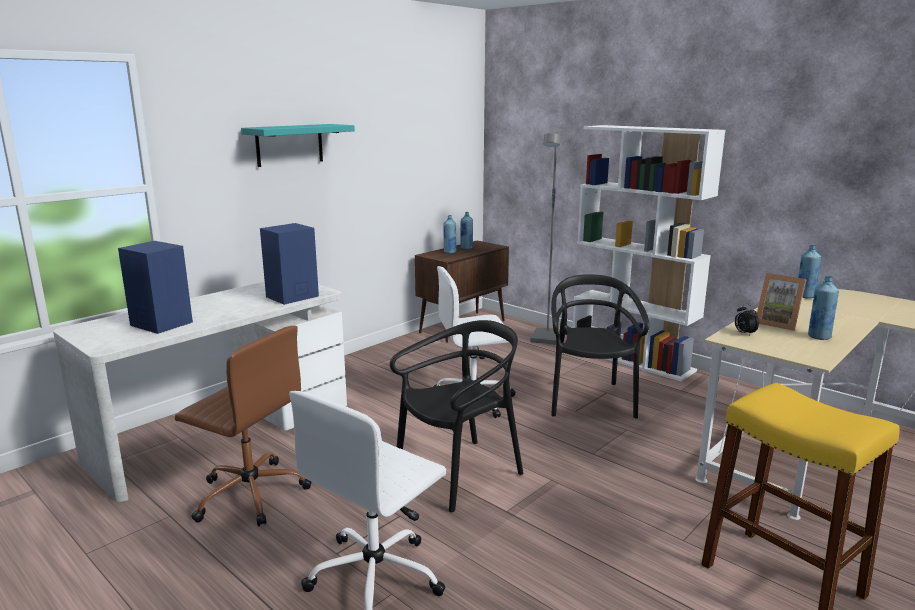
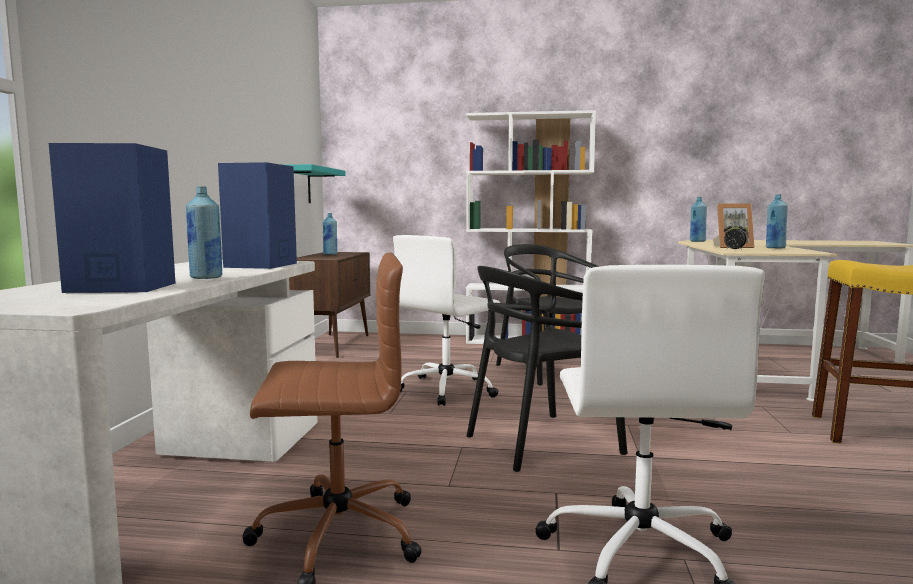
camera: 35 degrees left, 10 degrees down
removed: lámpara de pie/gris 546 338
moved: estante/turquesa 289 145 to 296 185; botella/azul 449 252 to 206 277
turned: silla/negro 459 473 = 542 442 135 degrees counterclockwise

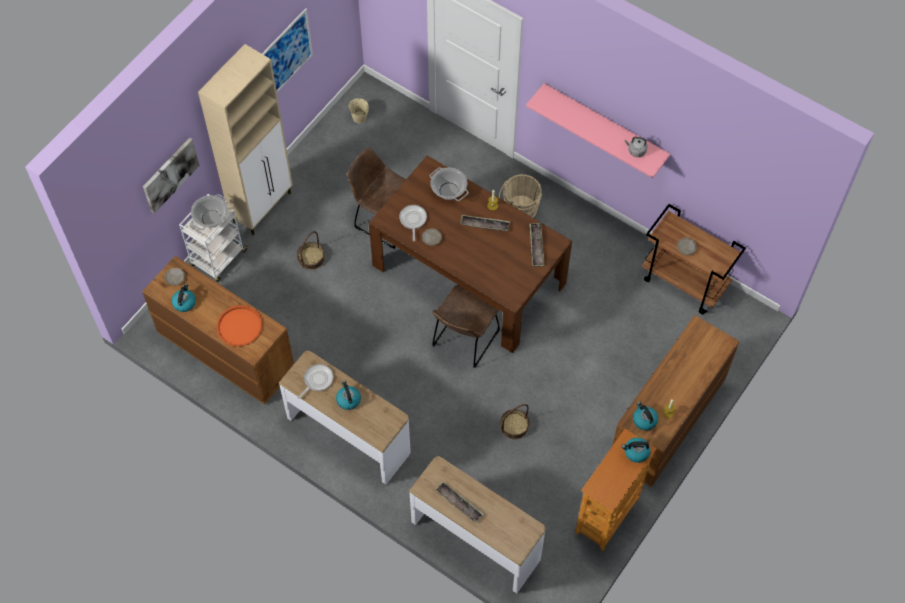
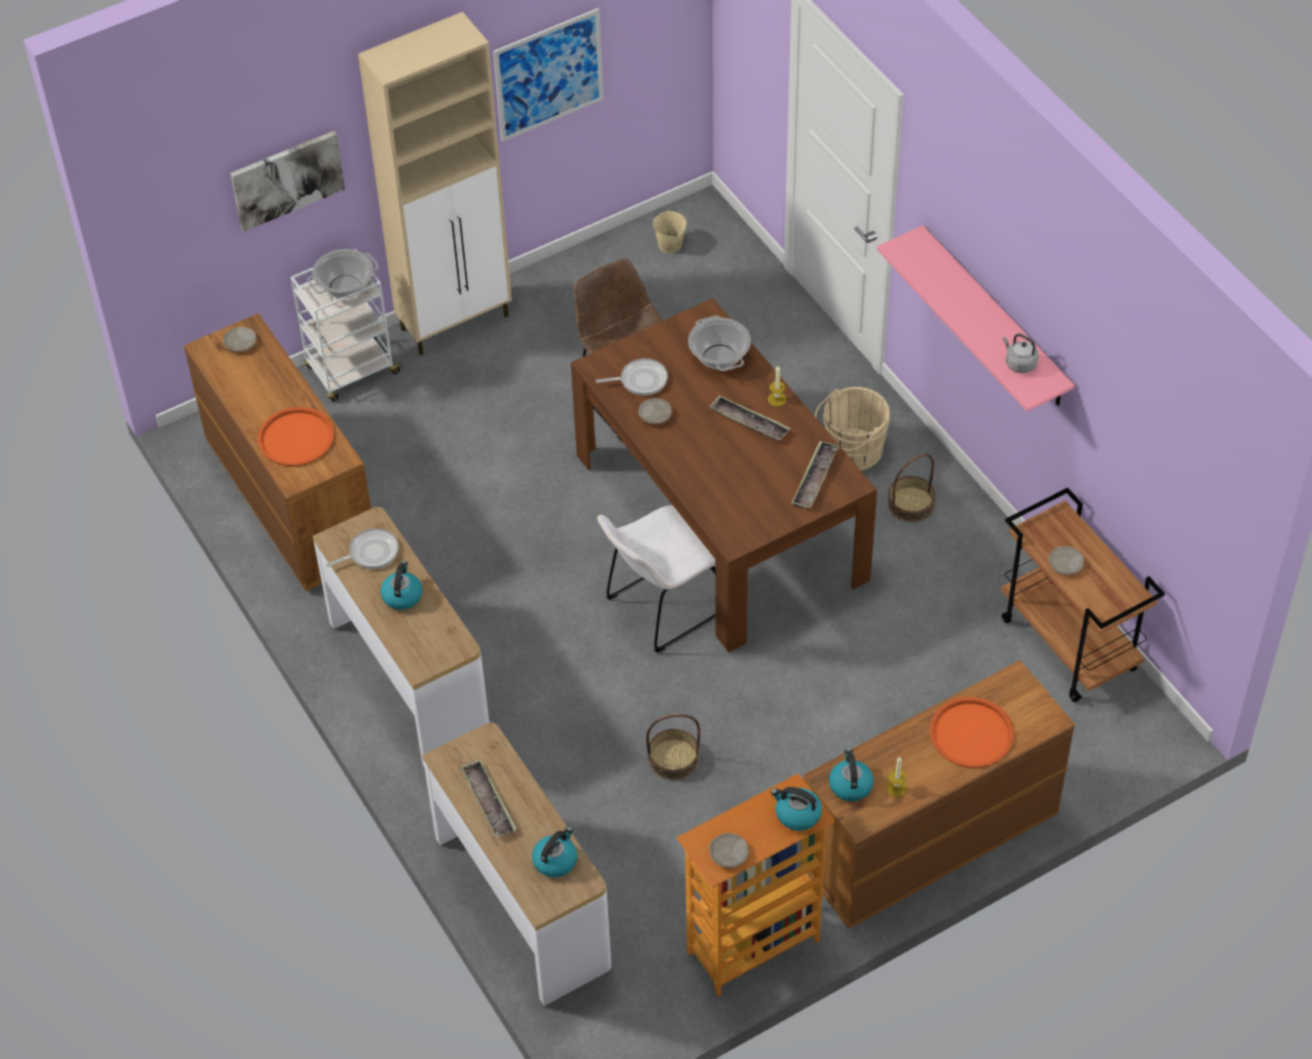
camera: 25 degrees right, 10 degrees down
added: plato/beis 729 855; bandeja/naranja 971 733
moved: hervidor 184 302 to 555 860; cesta 311 258 to 911 504
recoloured: silla/marrón 464 341 to silla/blanco 660 608
turned: sartén 413 220 = 640 380 60 degrees clockwise

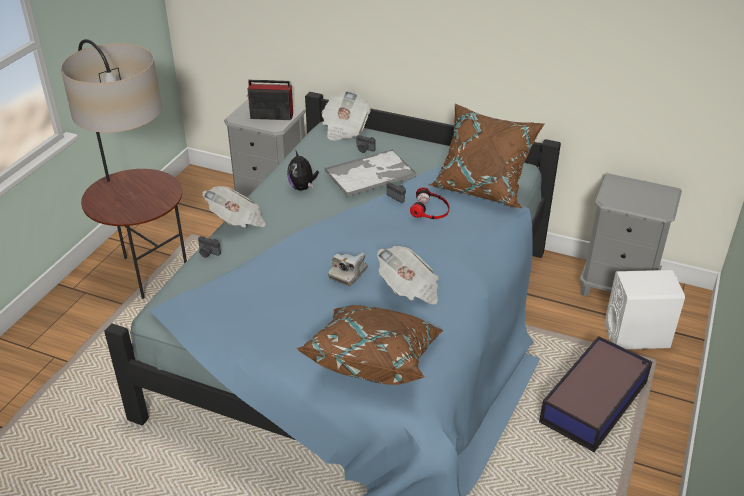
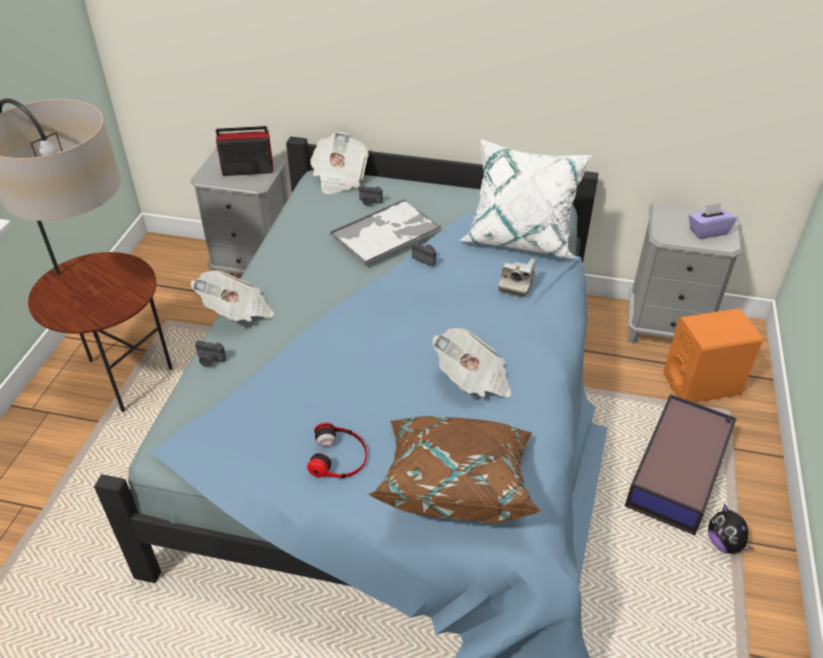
camera: 10 degrees left, 5 degrees up
added: caja de pañuelos/morado 707 231
moved: peluche 303 187 to 724 543; cámara 348 273 to 516 284; auriculares 430 209 to 339 456
recoloured: cojín/marrón 482 188 to cojín/blanco 521 237; altavoz/blanco 636 335 to altavoz/naranja 701 384

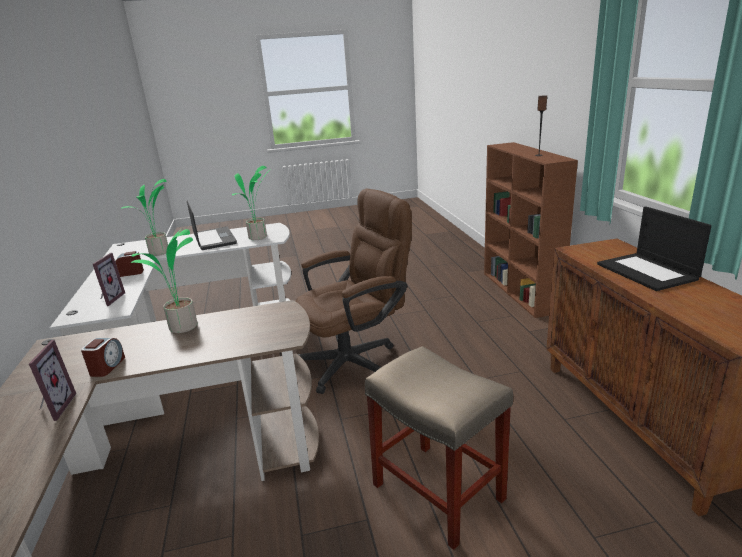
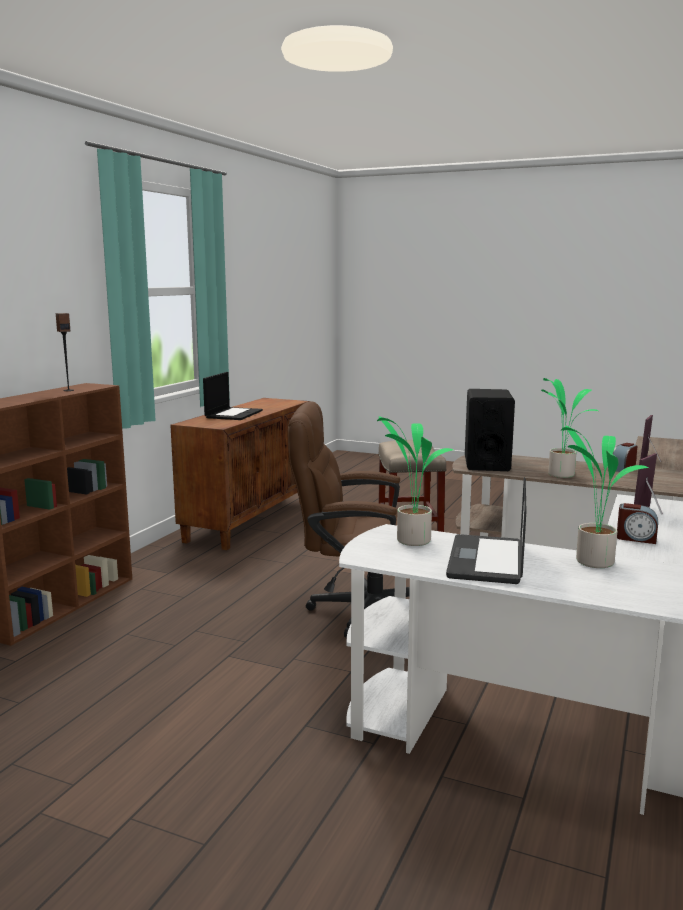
camera: 145 degrees left, 10 degrees down
added: altavoz/negro 486 463

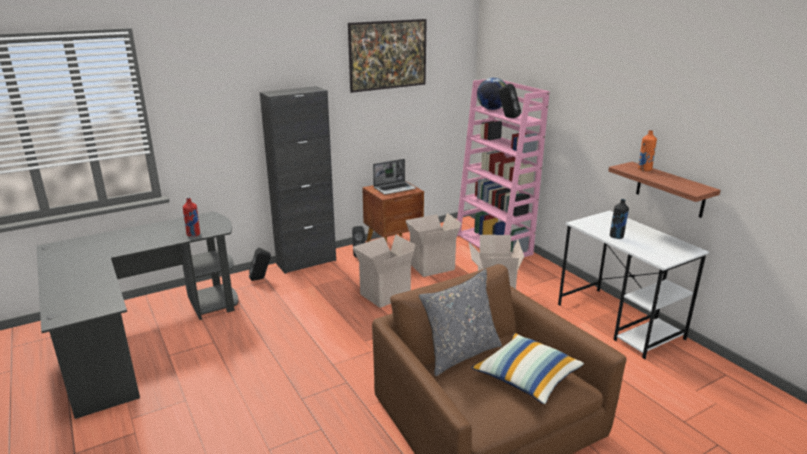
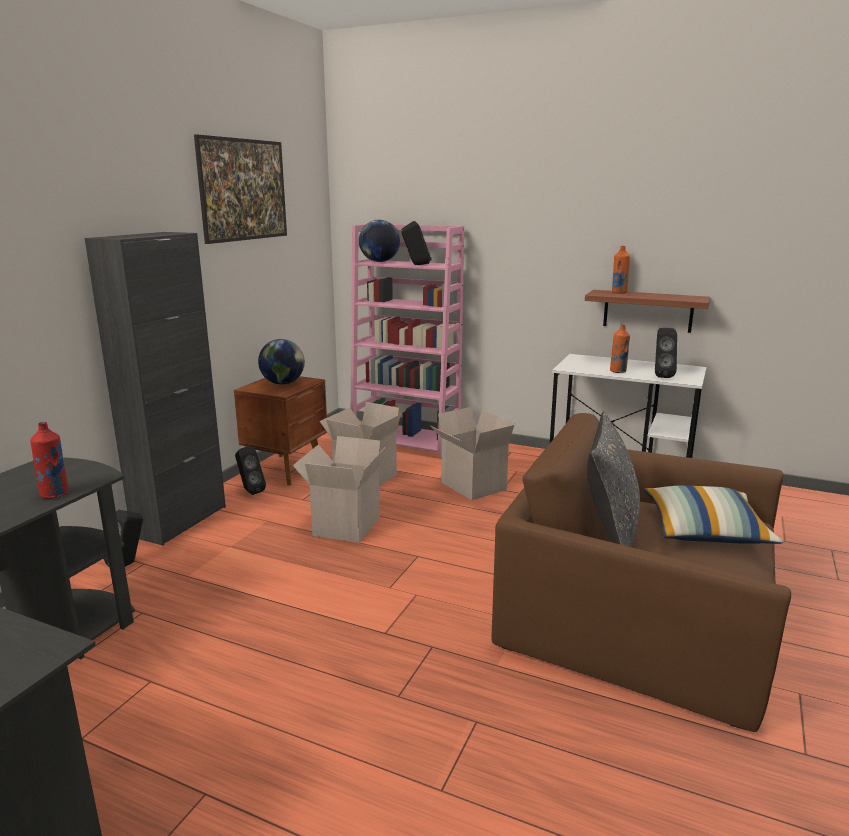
camera: 35 degrees left, 5 degrees down
added: altavoz/negro 661 376
replaced: portátil 395 188 to globo terráqueo 283 383
recoloured: botella/negro 616 237 to botella/naranja 618 371

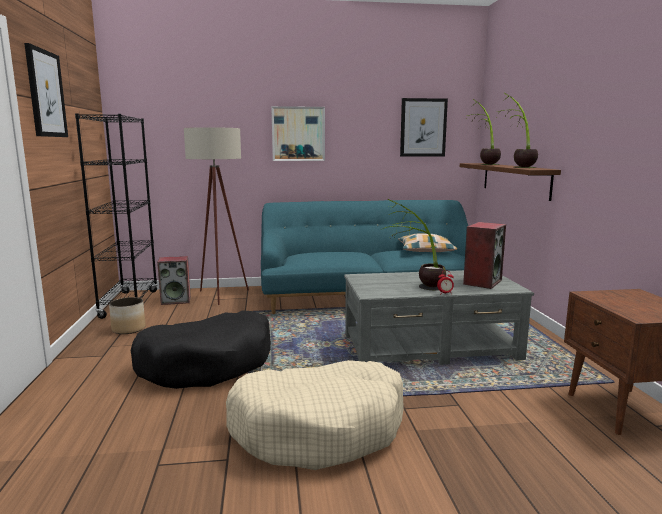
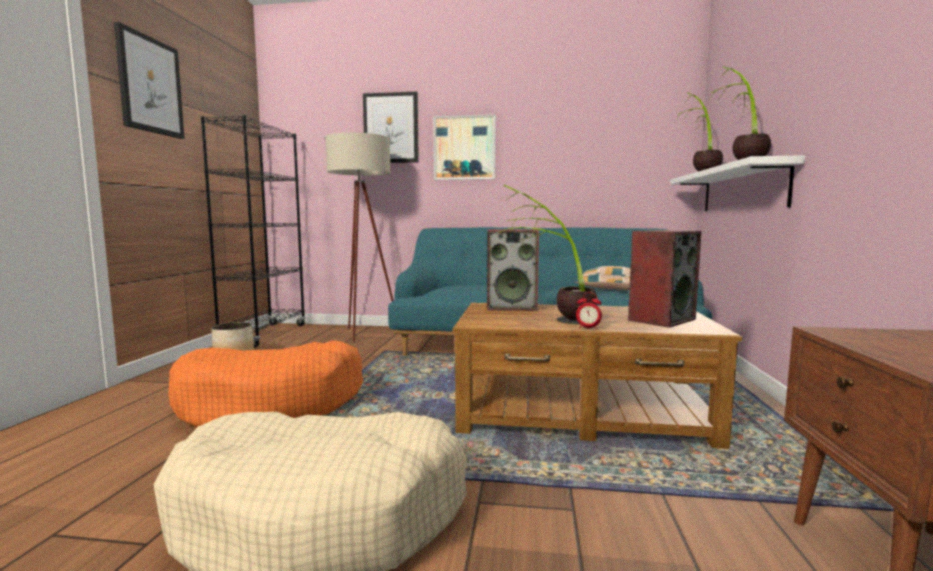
camera: 15 degrees right, 5 degrees down
moved: altavoz 176 300 to 512 307; cuadro 423 127 to 391 128
recoloured: cama para perro/negro 208 364 to cama para perro/naranja 272 404; mesa de centro/gris 430 347 to mesa de centro/marrón 581 414; estante/marrón 514 179 to estante/blanco 741 189

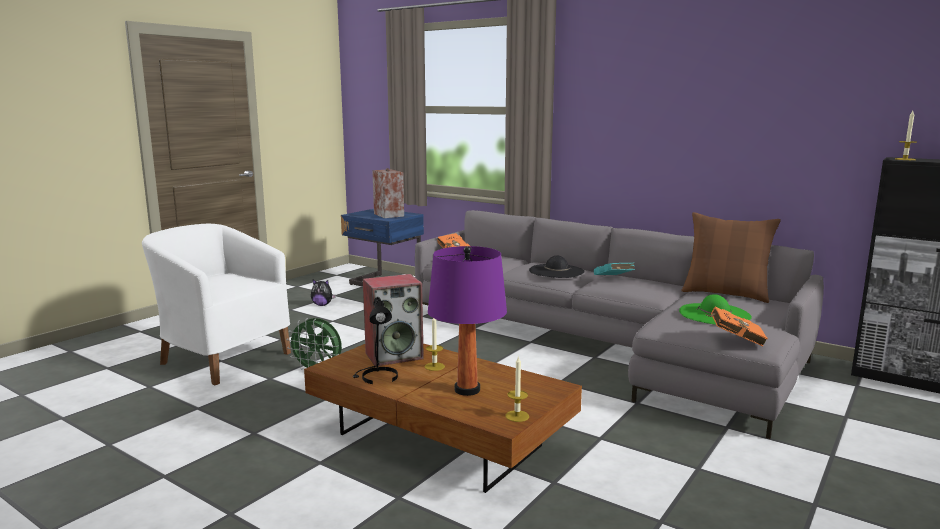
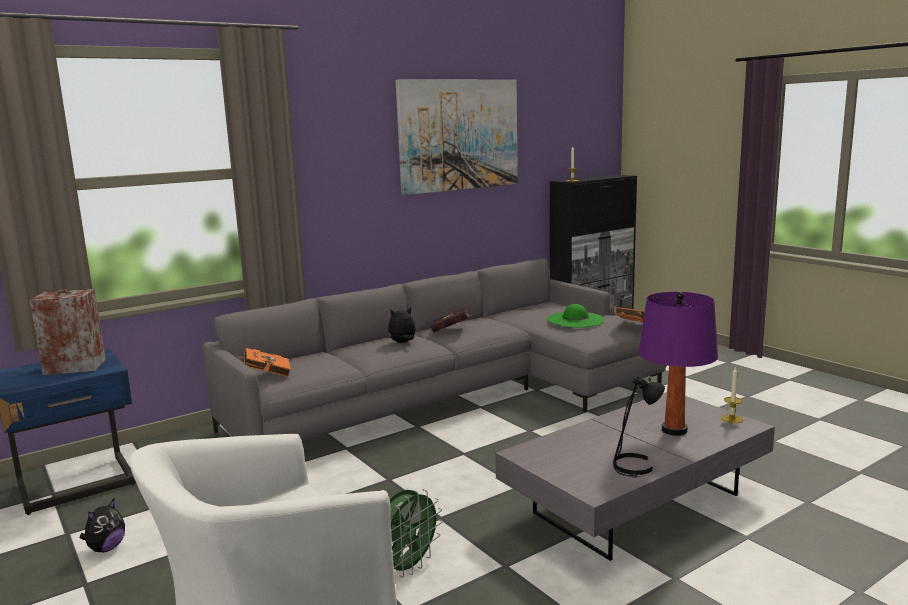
camera: 70 degrees left, 0 degrees up
removed: altavoz 394 355; vela 434 366; cojín/marrón 725 294
added: cuadro 459 135
replaced: sombrero/negro 556 271 to peluche 403 343
recoloured: mesa de centro/marrón 440 439 to mesa de centro/gris 636 503; libro/turquesa 613 280 to libro/rojo 452 330

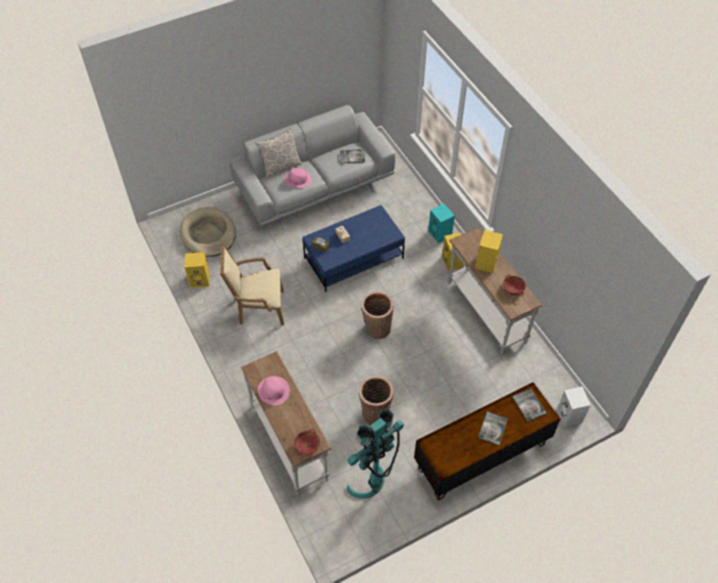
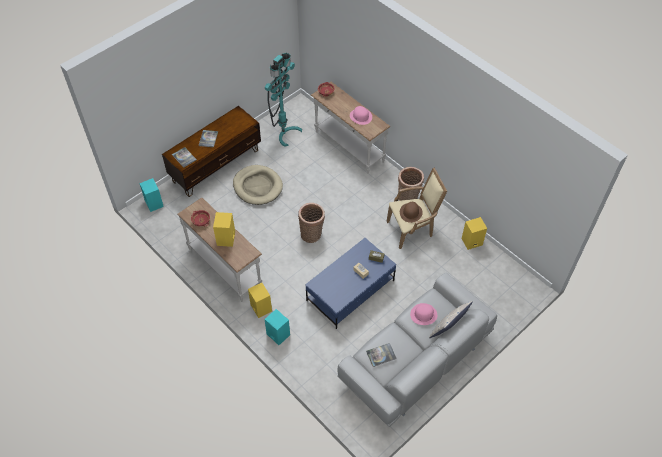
camera: 165 degrees right, 0 degrees up
added: sombrero/marrón 411 212
moved: cama para perro/beis 208 234 to 257 186; cesta 375 413 to 408 198
recoloured: altavoz/blanco 570 416 to altavoz/turquesa 153 203

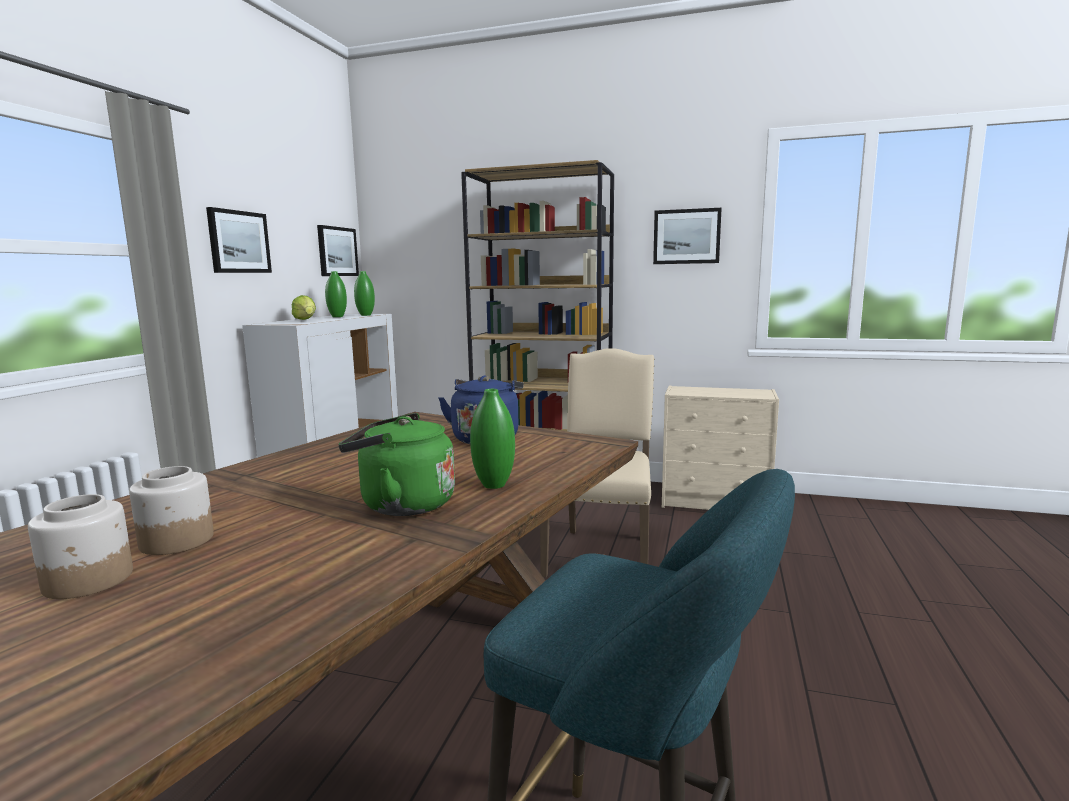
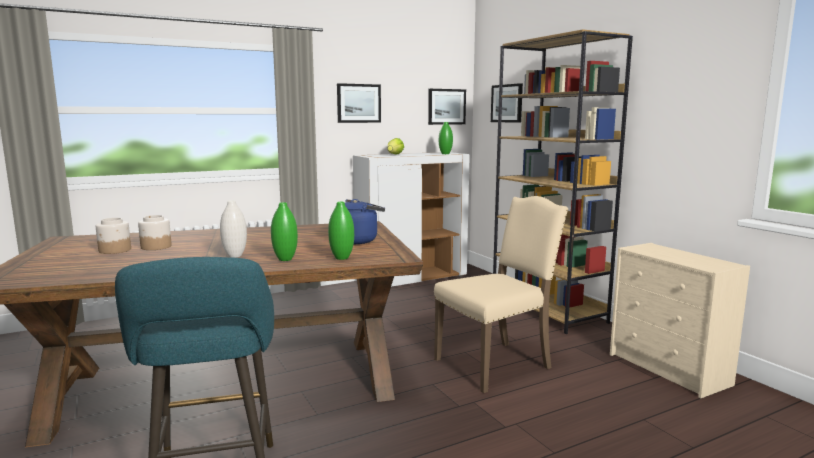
camera: 45 degrees right, 0 degrees up
moved: florero/verde 337 317 to 342 258; cuadro 686 236 to 507 103
replaced: hervidor/verde 401 505 to florero/blanco 235 256

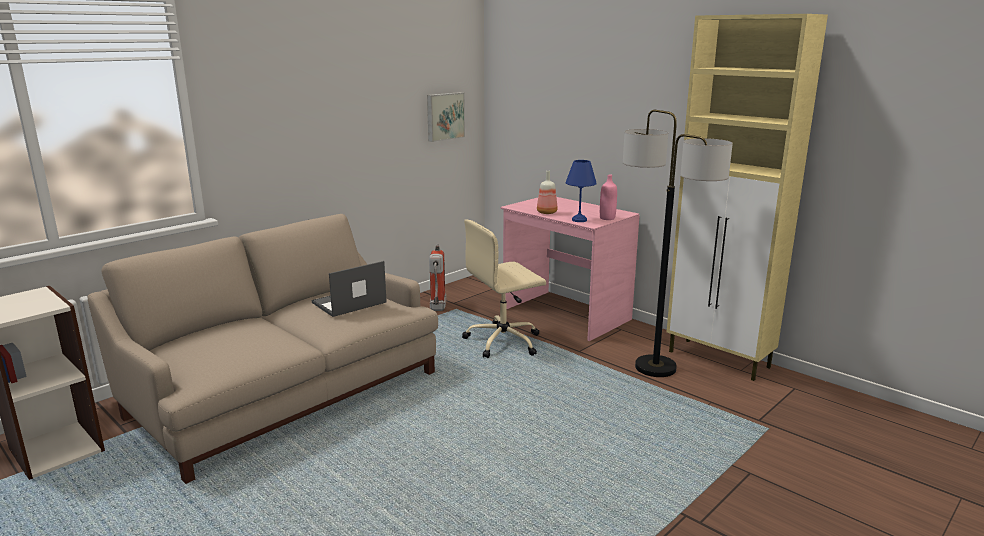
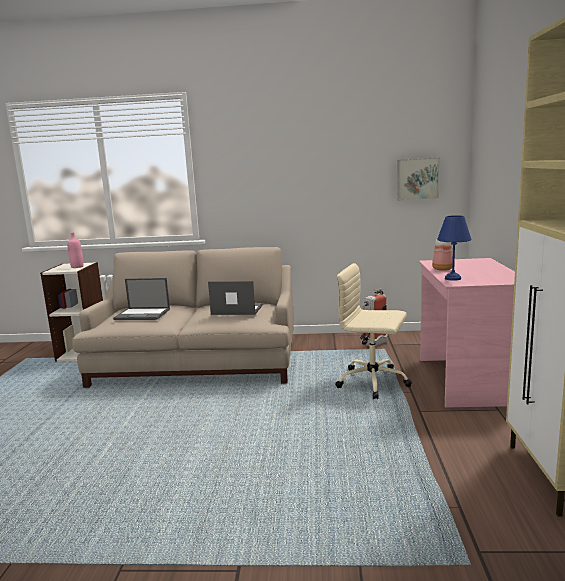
camera: 50 degrees right, 5 degrees down
removed: lámpara de pie 655 368
added: portátil 143 314
moved: botella/rosa 607 218 to 77 267

